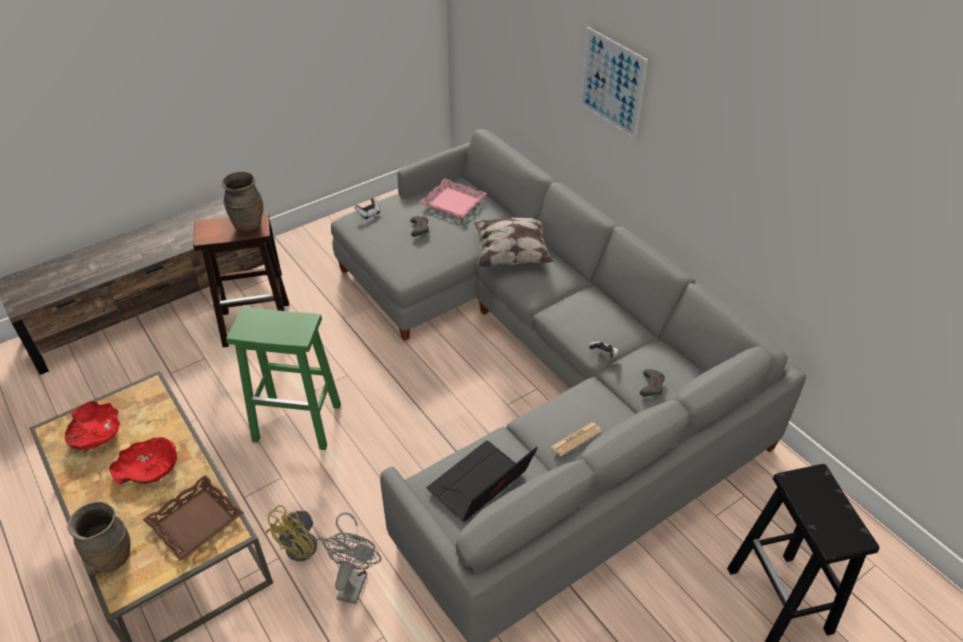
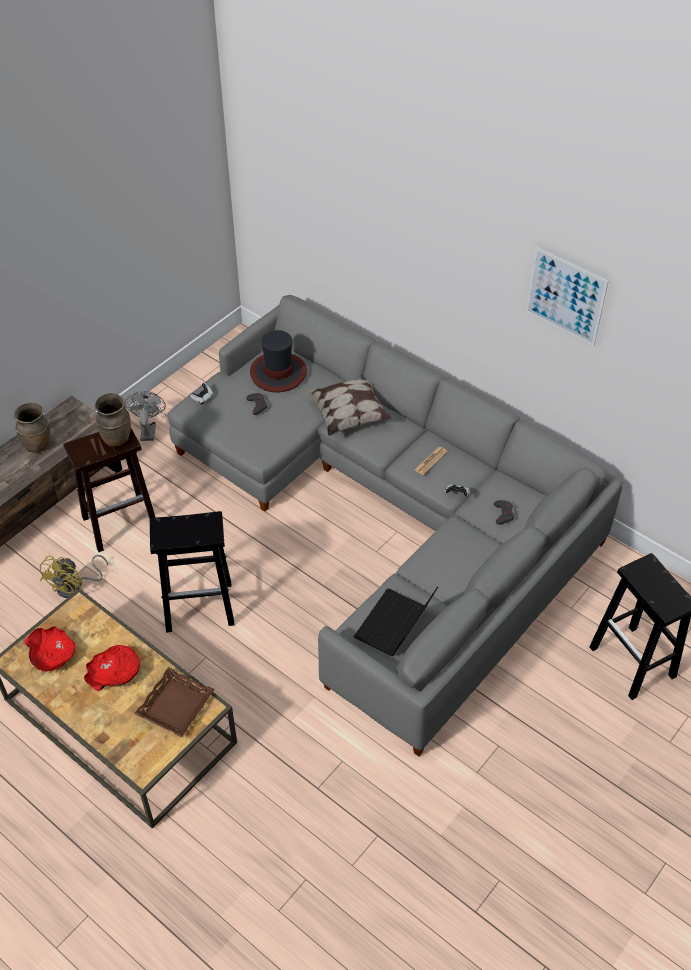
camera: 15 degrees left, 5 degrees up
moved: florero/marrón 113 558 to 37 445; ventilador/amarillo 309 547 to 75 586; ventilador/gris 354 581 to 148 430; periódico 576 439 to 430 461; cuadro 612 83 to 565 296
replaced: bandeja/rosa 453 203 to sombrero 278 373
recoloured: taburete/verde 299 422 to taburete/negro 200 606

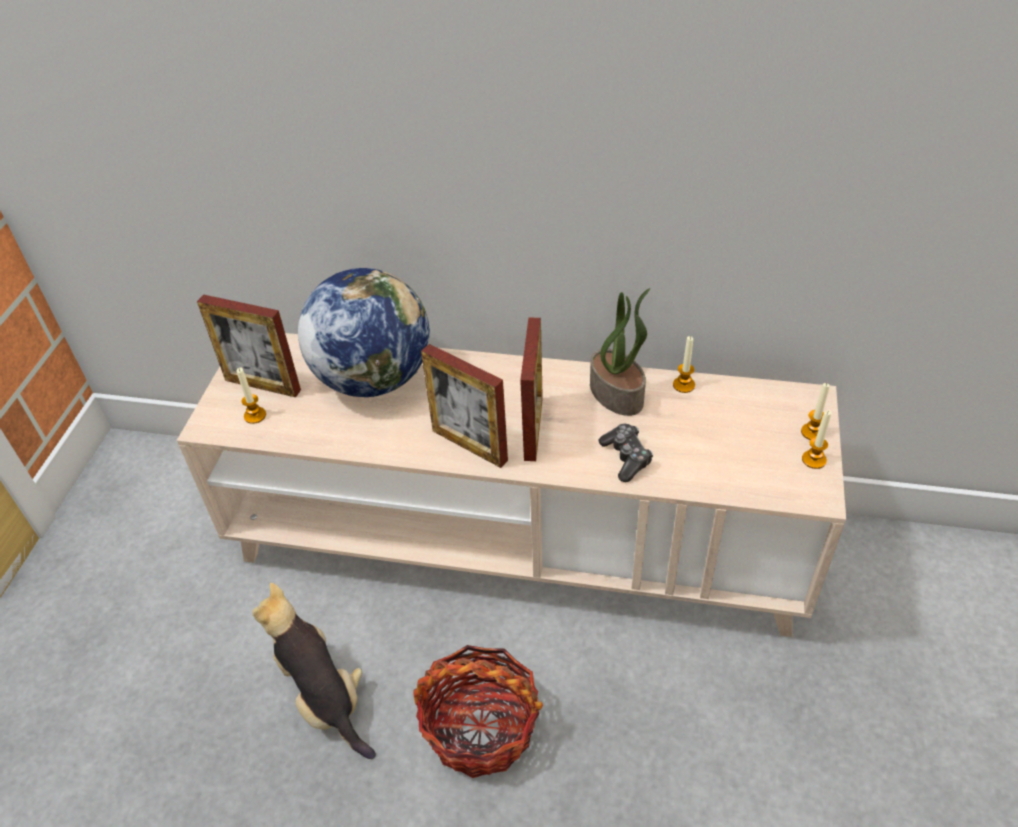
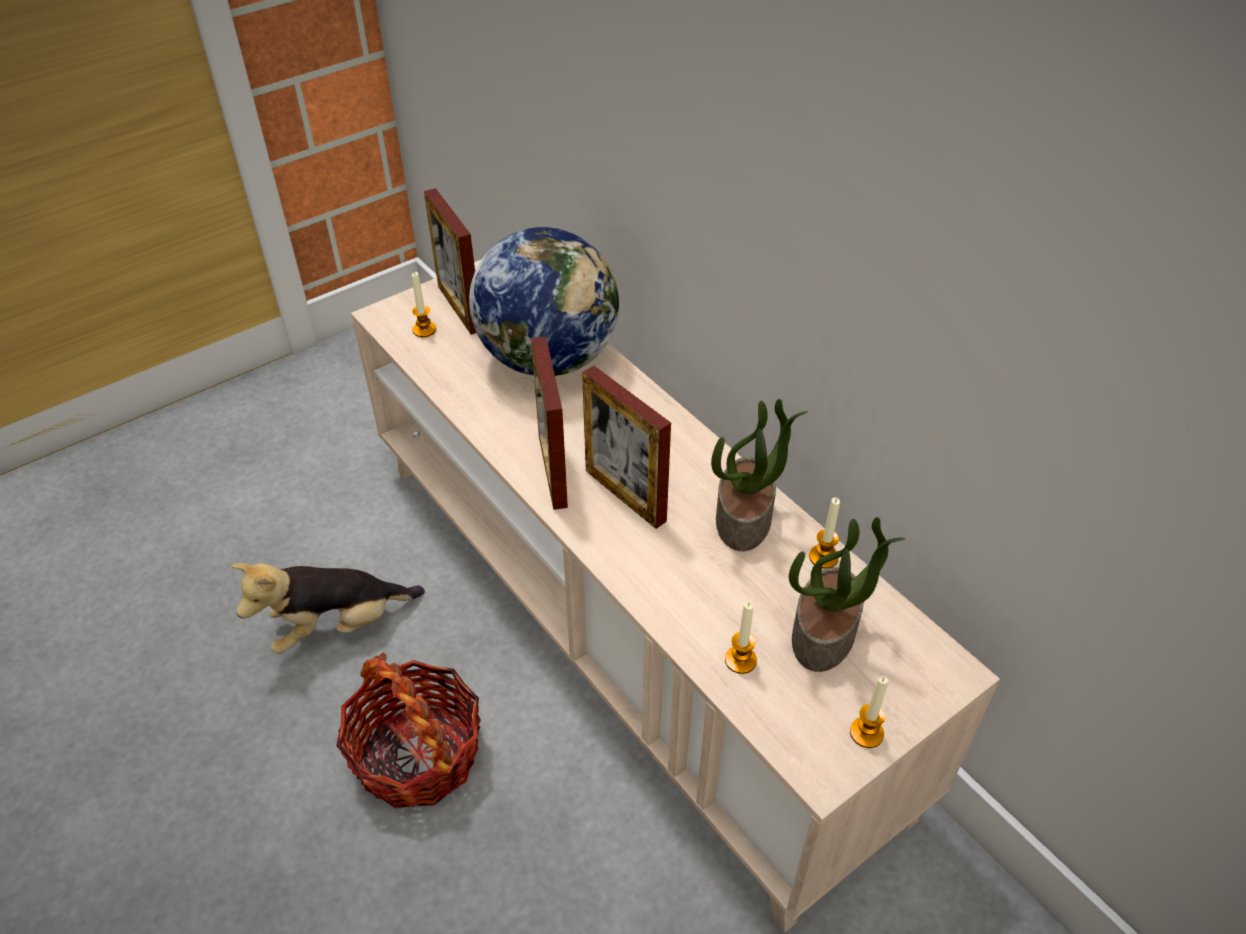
camera: 40 degrees right, 0 degrees up
removed: mando de consola 626 457
added: planta en maceta 825 634
moved: vela 812 432 to 740 660
turned: peluche 324 696 = 338 626 120 degrees counterclockwise; portarretratos 533 428 = 625 495 90 degrees clockwise

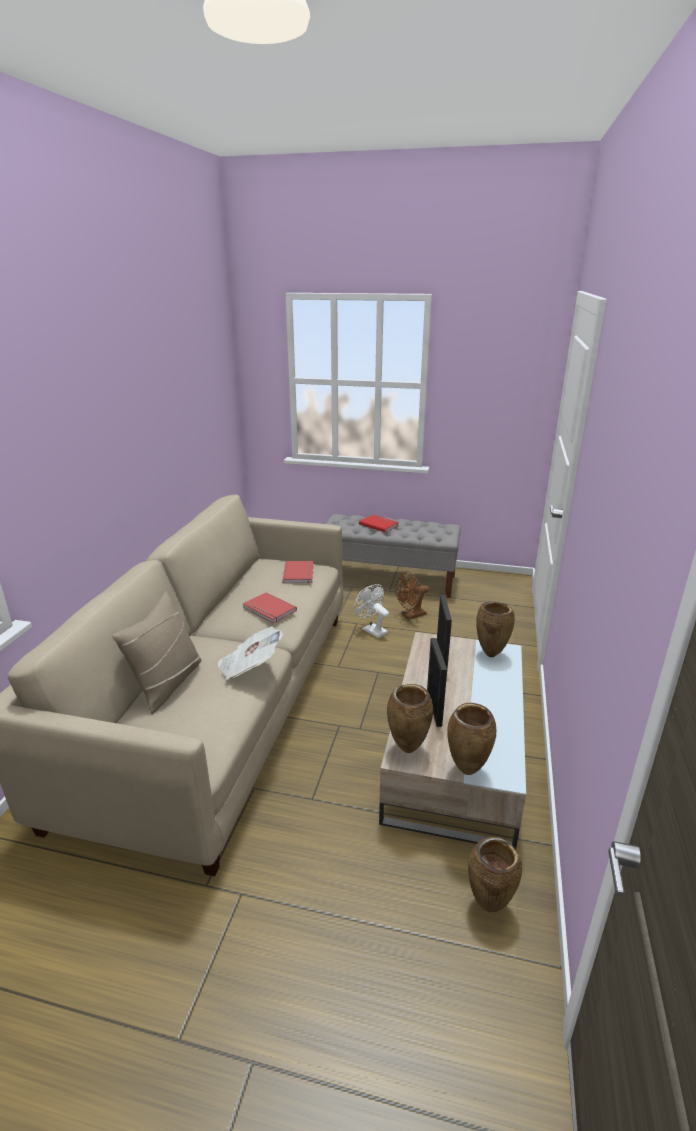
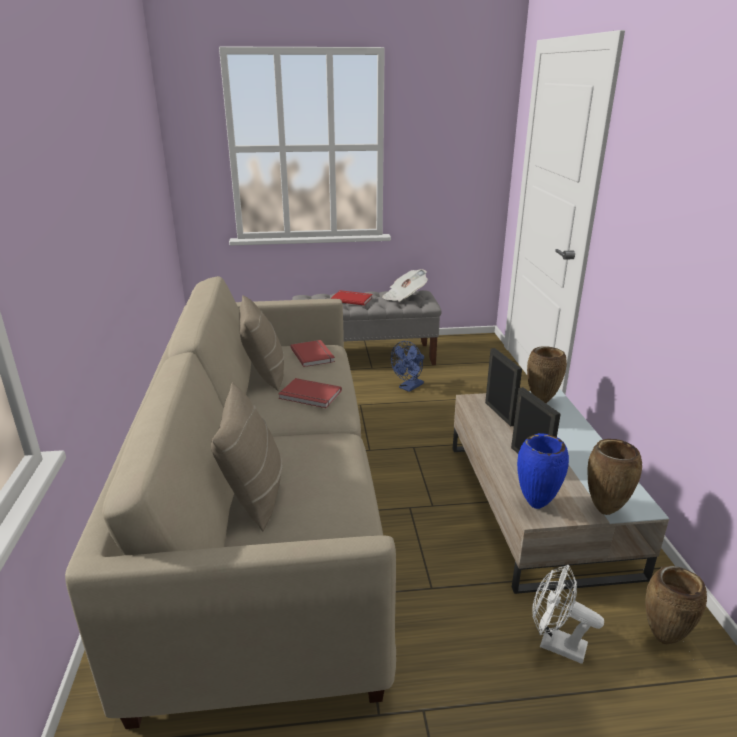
camera: 20 degrees left, 0 degrees up
added: cojín/beis 265 374
moved: periódico 249 667 to 404 297; ventilador/blanco 371 630 to 555 644
recoloured: florero/marrón 407 748 to florero/azul 535 505; ventilador/marrón 410 615 to ventilador/azul 409 387

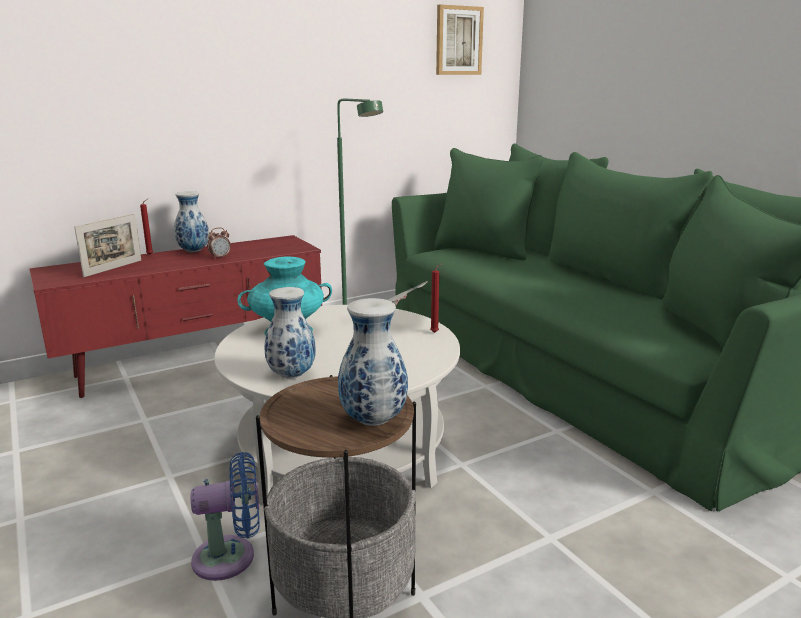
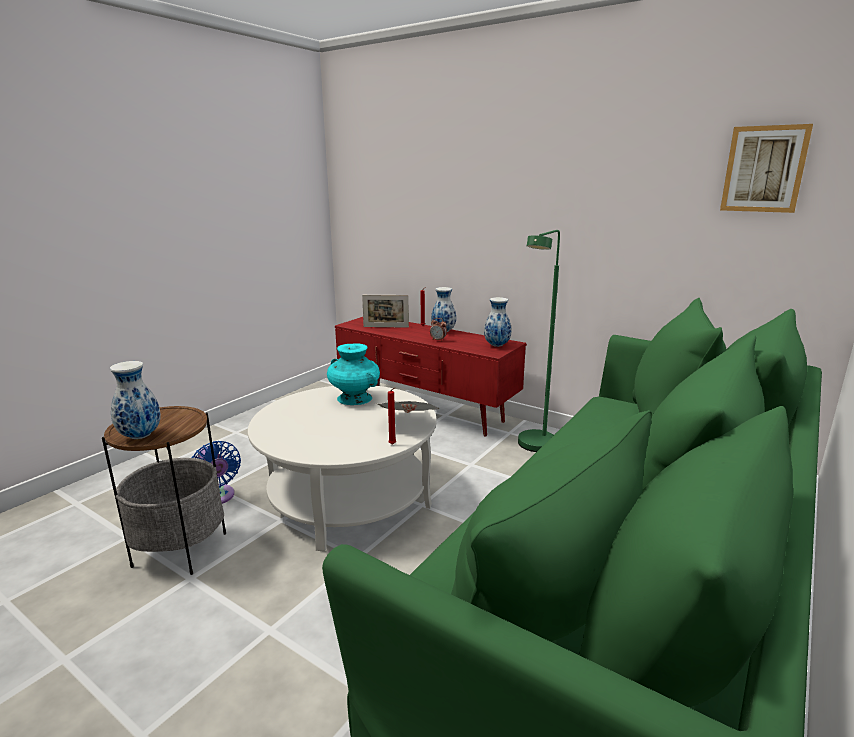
camera: 65 degrees right, 0 degrees up
moved: florero 292 375 to 496 345

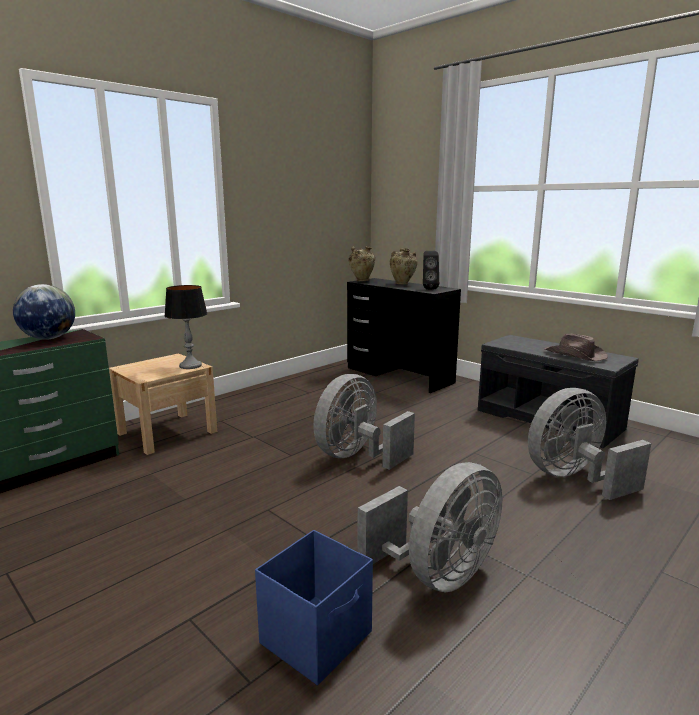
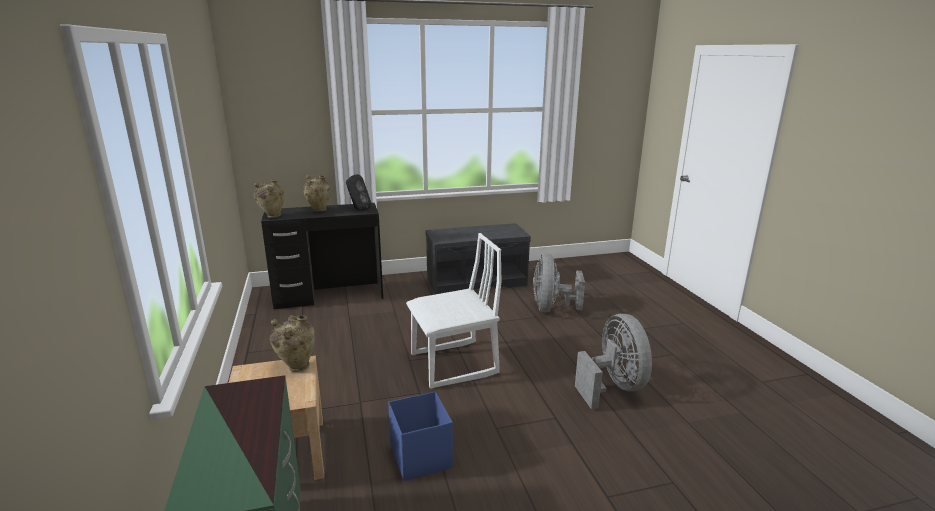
camera: 60 degrees left, 5 degrees up
removed: globo terráqueo 48 338; sombrero/marrón 575 355
moved: caja de almacenaje/azul 317 637 to 421 456
replaced: lámpara de mesa 190 366 to florero/beis 296 366; ventilador/gris 357 457 to silla/blanco 454 365

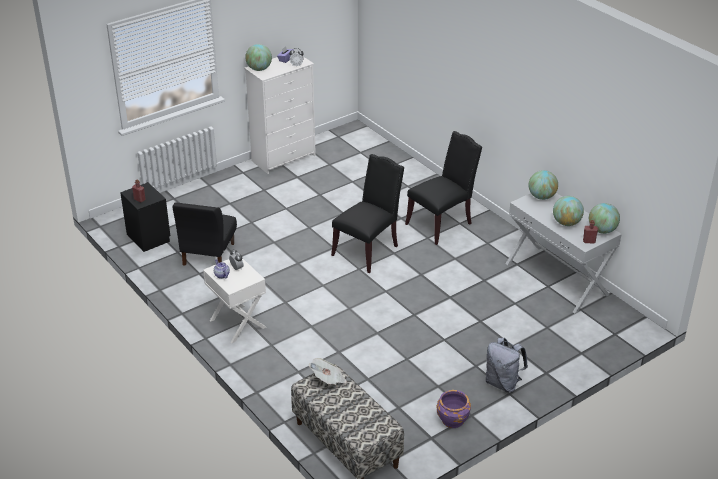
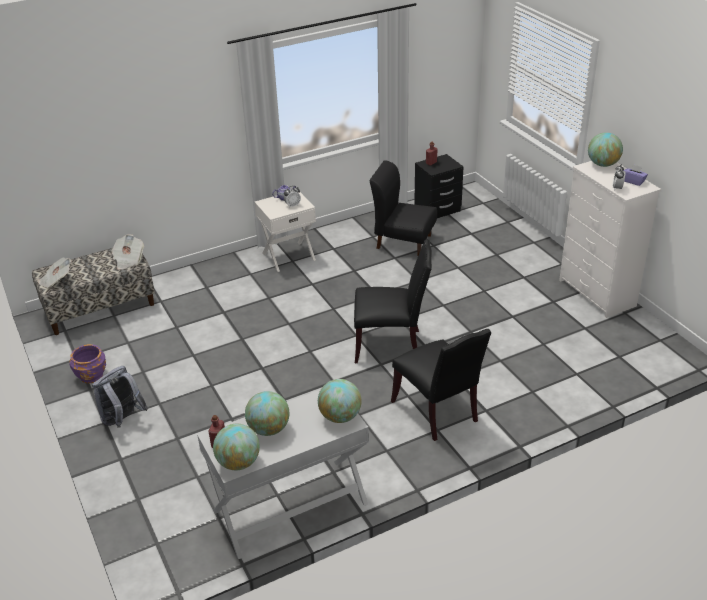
camera: 100 degrees right, 0 degrees up
added: periódico 56 280
turned: silla/negro 368 250 = 391 344 45 degrees counterclockwise

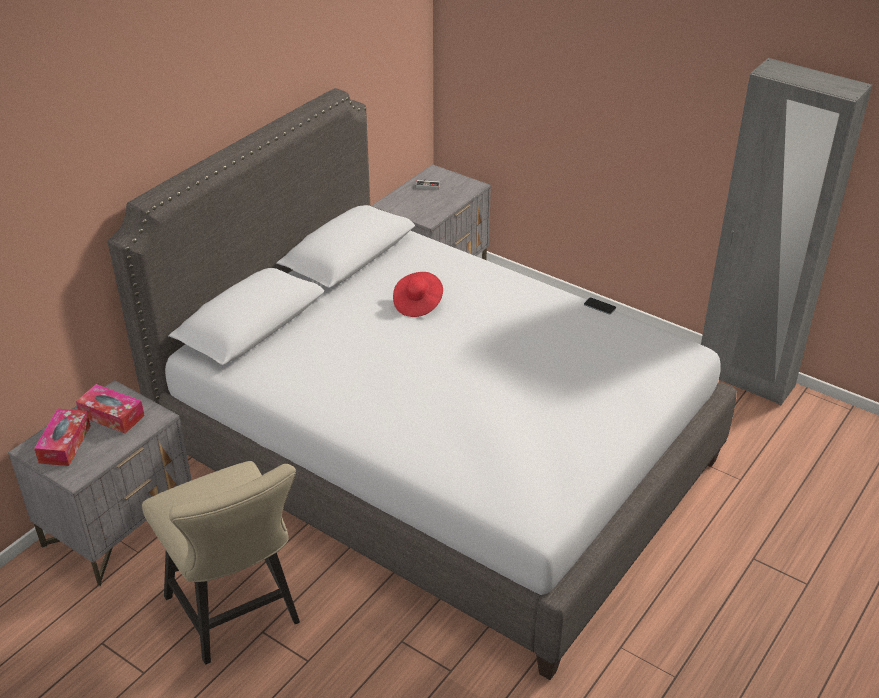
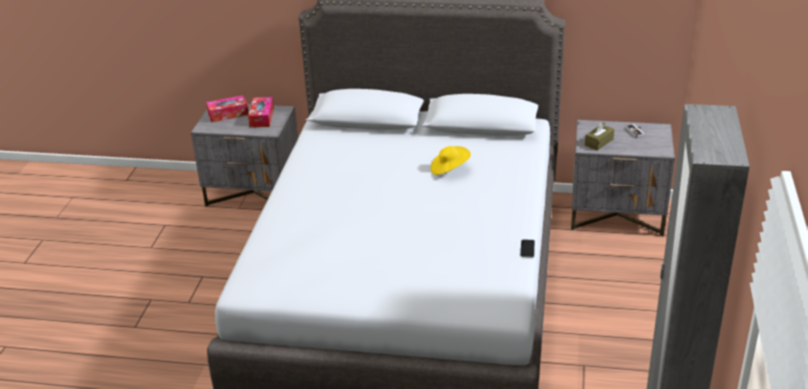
camera: 65 degrees right, 5 degrees down
removed: silla/beis 238 615
added: caja de pañuelos/marrón 599 142
recoloured: sombrero/rojo 417 304 to sombrero/amarillo 449 169

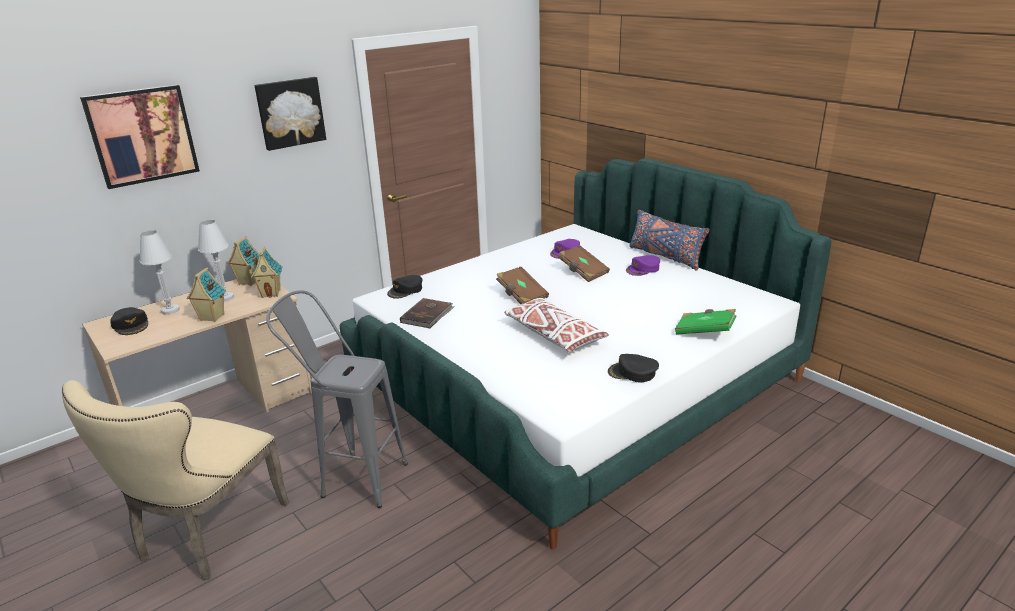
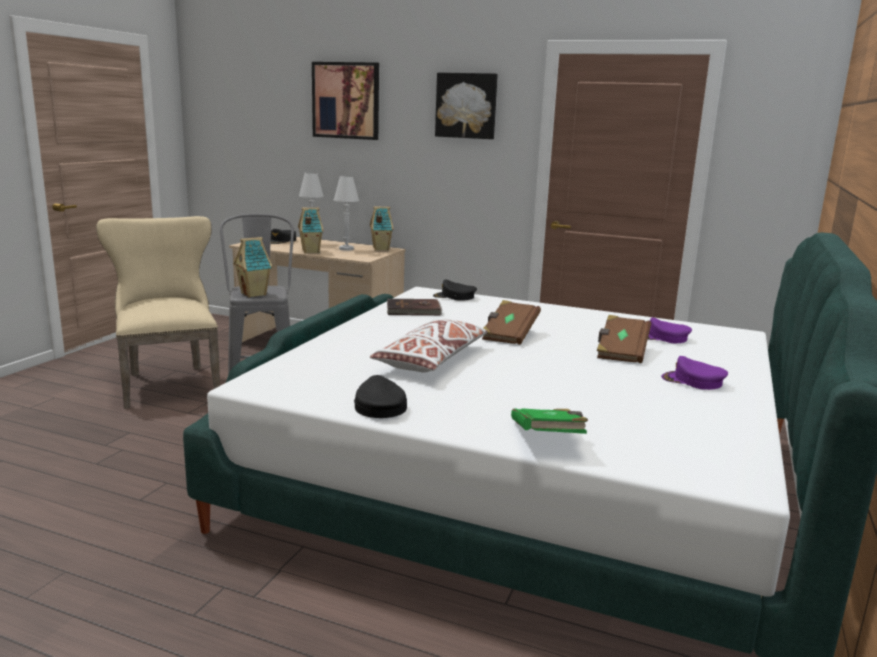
camera: 60 degrees right, 10 degrees down
removed: cojín/azul 665 257
moved: casita 271 293 to 254 294
turned: silla/beis 206 535 = 169 383 75 degrees clockwise

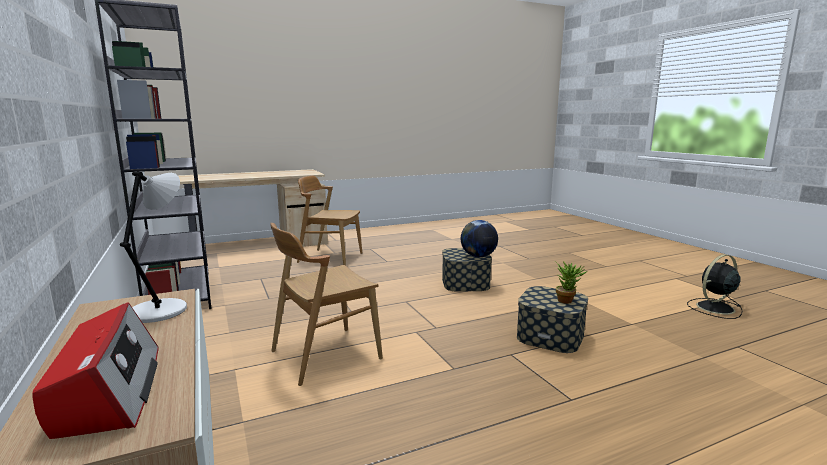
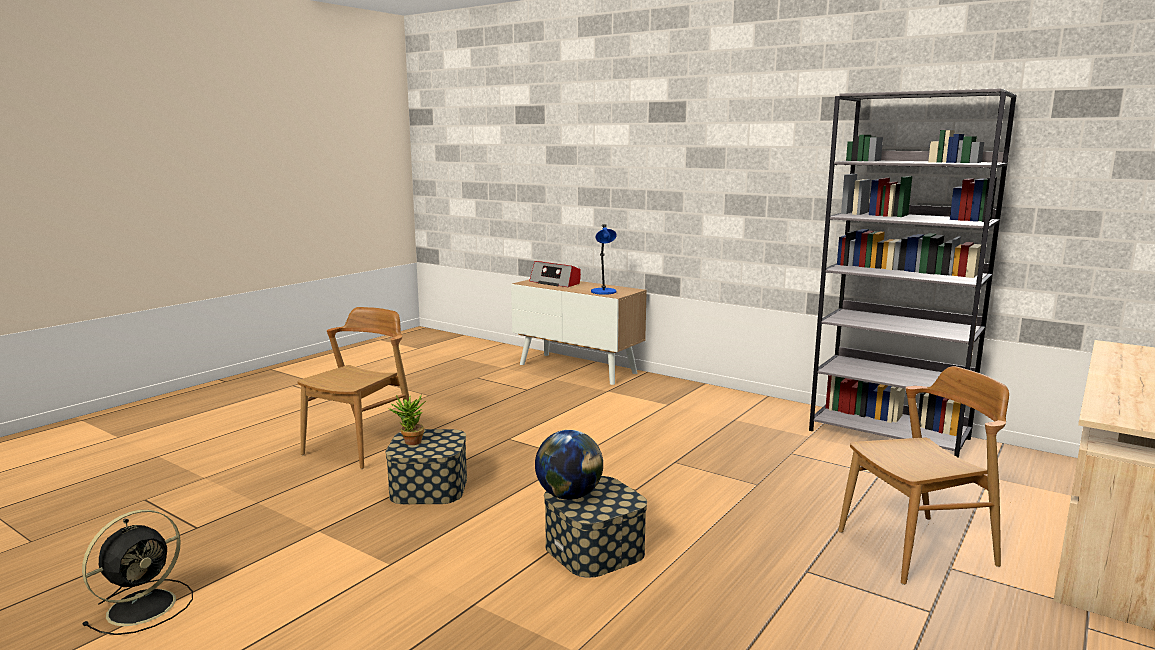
camera: 150 degrees right, 0 degrees up
moved: silla/marrón 325 355 to 361 446
recoloured: lámpara de mesa/gris 160 310 to lámpara de mesa/azul 604 292

